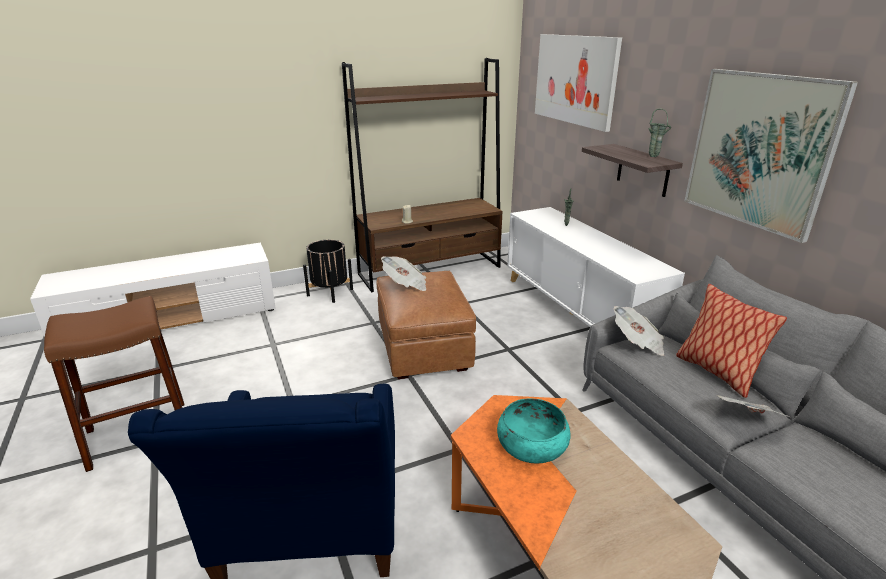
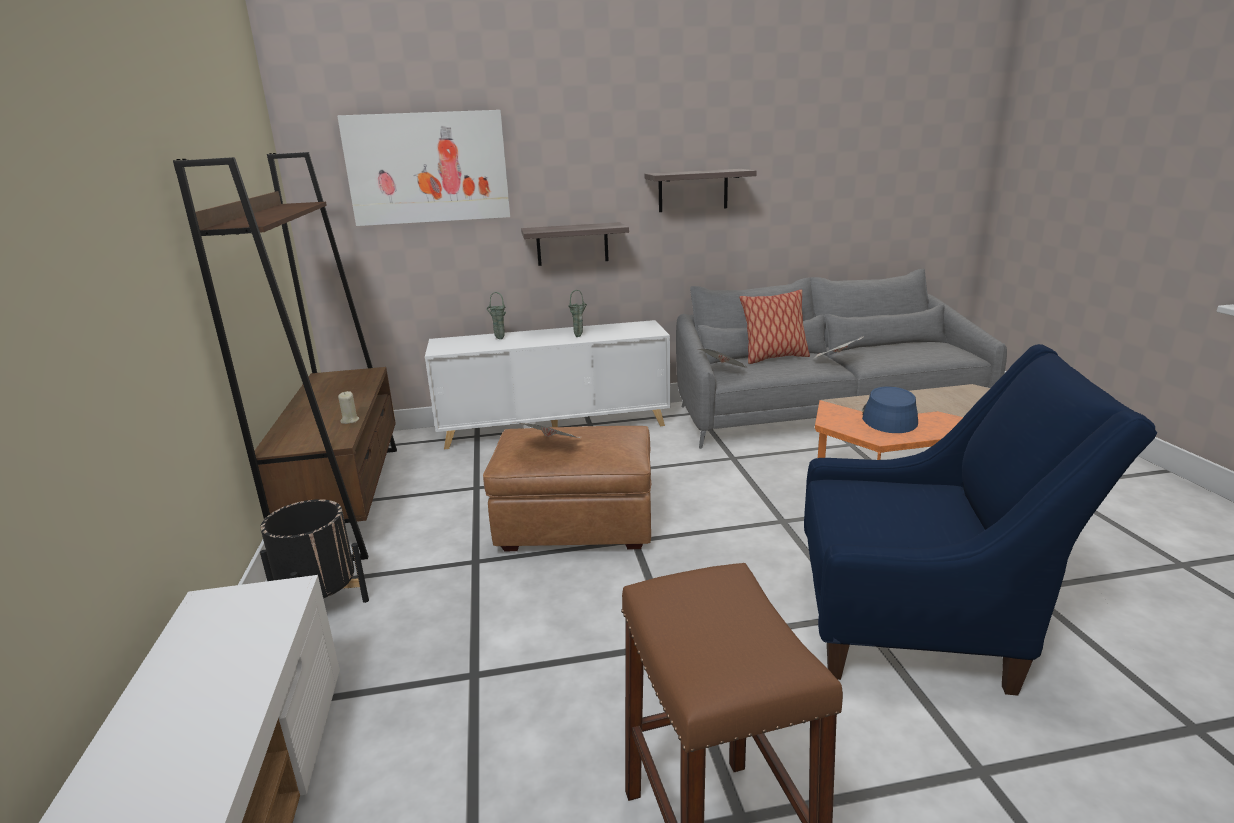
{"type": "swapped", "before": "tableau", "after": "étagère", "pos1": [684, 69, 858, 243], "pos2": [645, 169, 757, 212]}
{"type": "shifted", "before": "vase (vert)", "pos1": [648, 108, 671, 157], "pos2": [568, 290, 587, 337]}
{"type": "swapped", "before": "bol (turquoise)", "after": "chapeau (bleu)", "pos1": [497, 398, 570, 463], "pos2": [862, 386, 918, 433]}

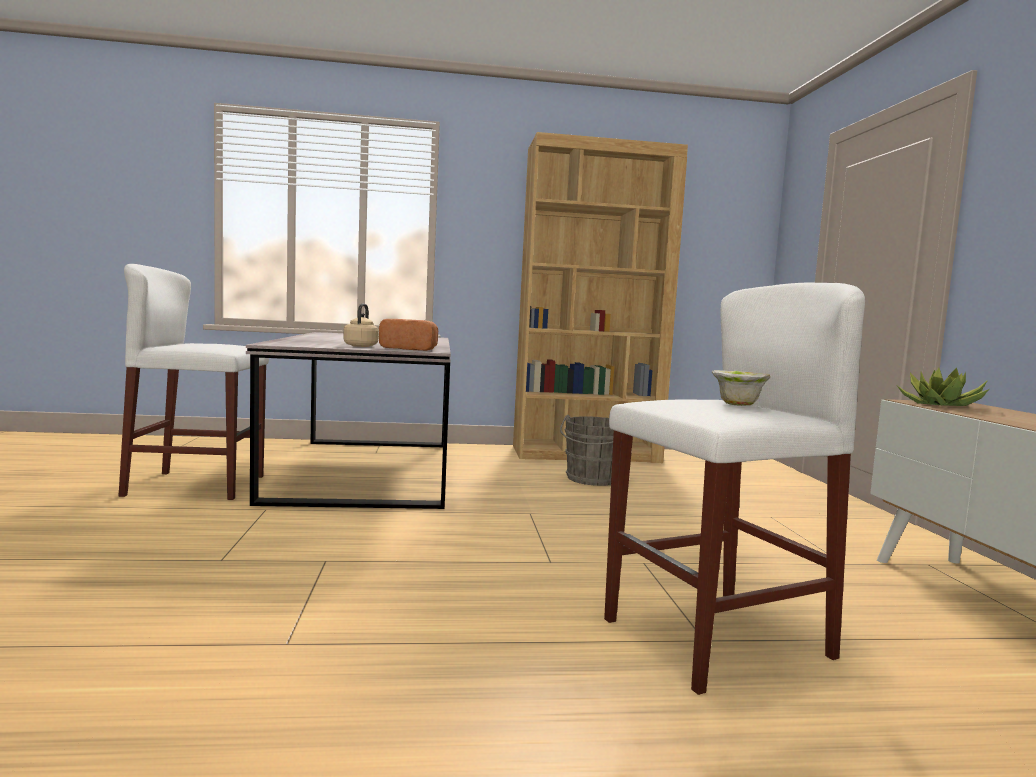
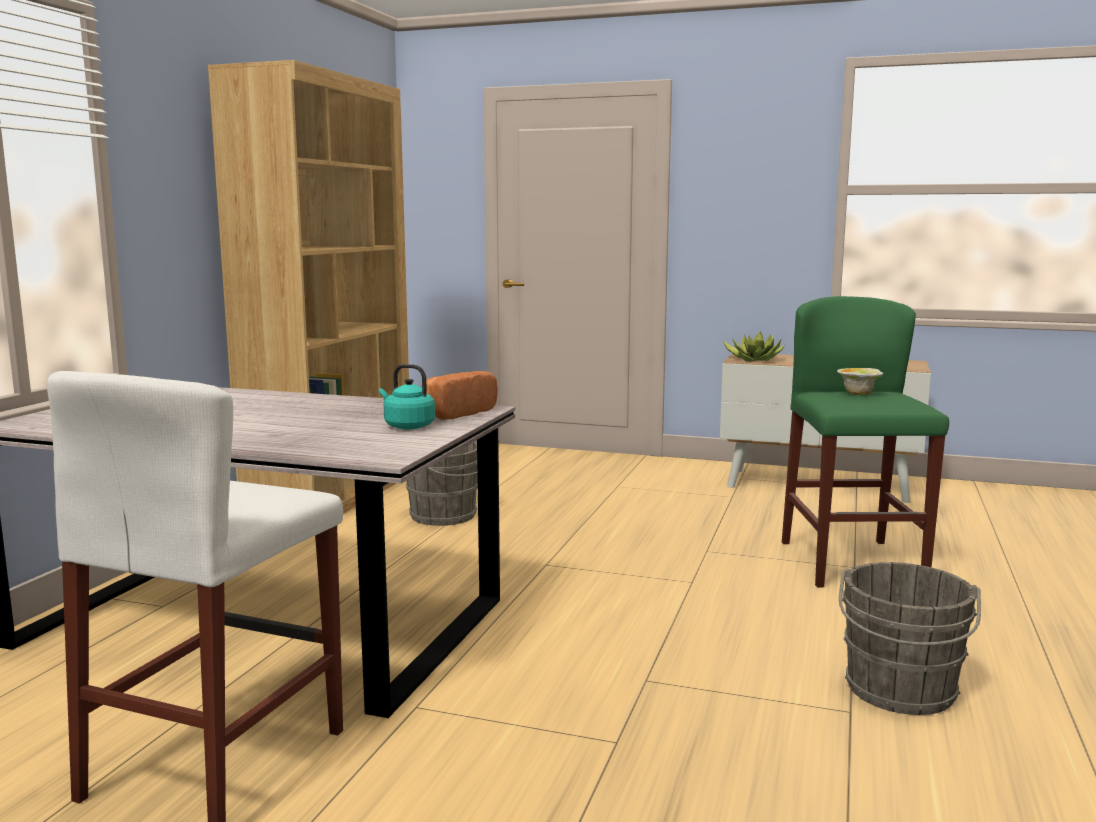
{"type": "repainted", "before": "tabouret (blanc)", "after": "tabouret (vert)", "pos1": [604, 283, 865, 695], "pos2": [782, 296, 949, 588]}
{"type": "repainted", "before": "bouilloire (beige)", "after": "bouilloire (turquoise)", "pos1": [343, 304, 379, 347], "pos2": [379, 364, 435, 429]}
{"type": "new", "after": "seau (gris)", "pos2": [839, 562, 981, 715]}

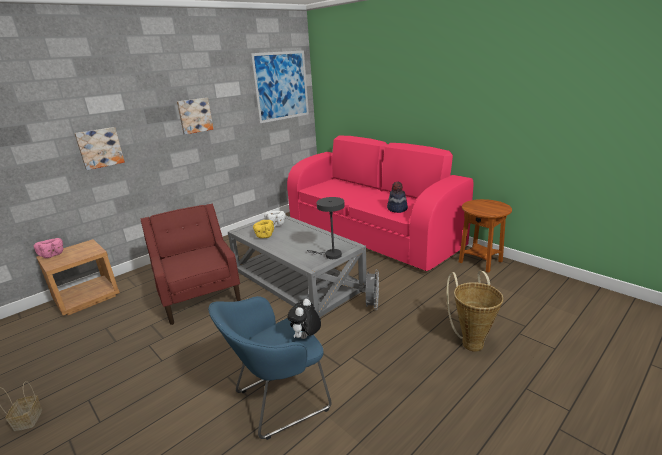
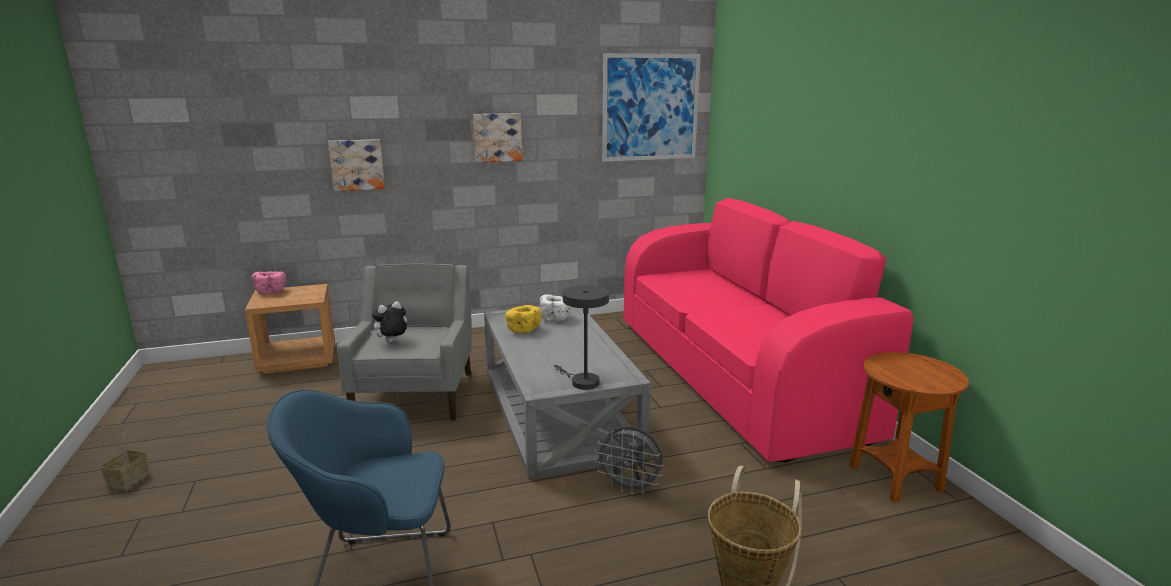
{"type": "gone", "before": "chapeau", "pos1": [387, 182, 408, 213]}
{"type": "repainted", "before": "fauteuil (rouge)", "after": "fauteuil (gris)", "pos1": [140, 204, 241, 325], "pos2": [337, 264, 472, 421]}
{"type": "rotated", "before": "ventilateur (gris)", "pos1": [359, 269, 379, 308], "pos2": [594, 427, 663, 495], "turn": 75}
{"type": "shifted", "before": "peluche", "pos1": [287, 299, 321, 339], "pos2": [370, 301, 407, 343]}

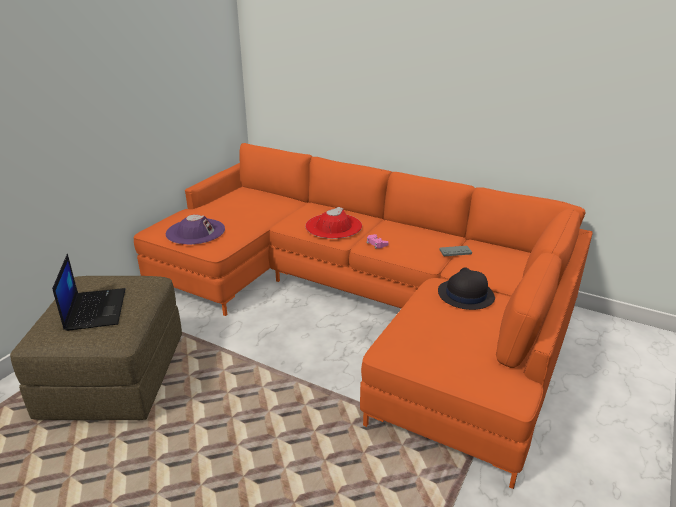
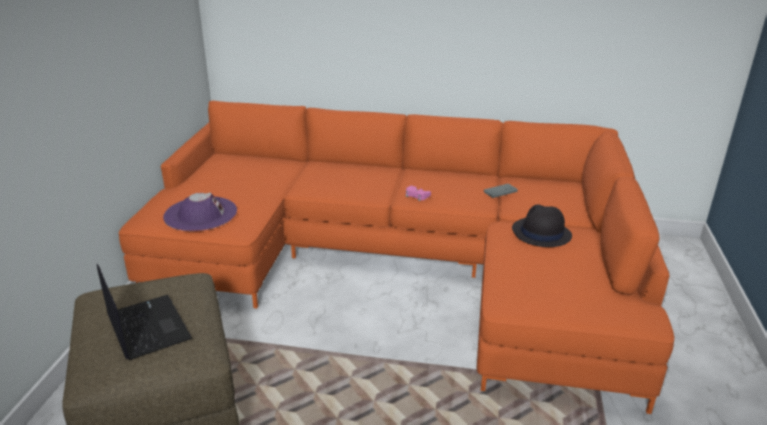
{"type": "gone", "before": "chapeau (rouge)", "pos1": [305, 207, 362, 239]}

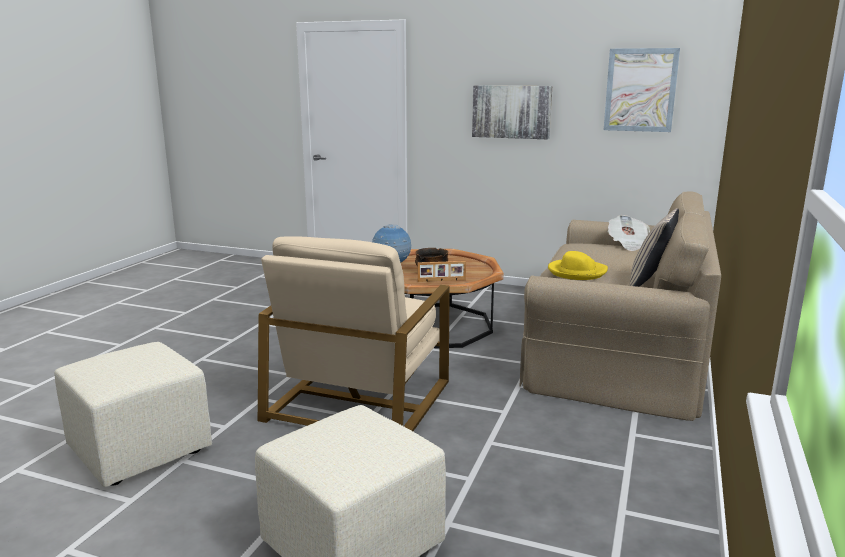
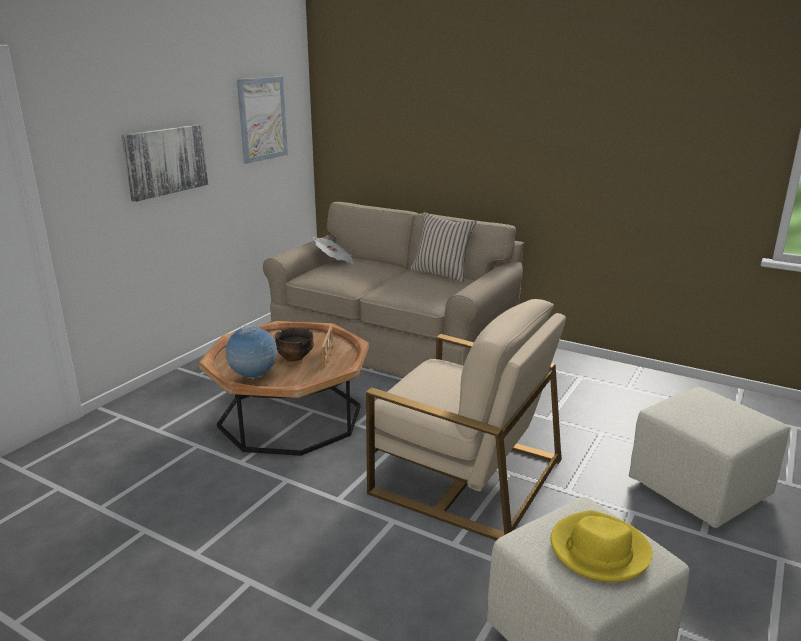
{"type": "shifted", "before": "chapeau (jaune)", "pos1": [548, 251, 608, 280], "pos2": [551, 510, 653, 582]}

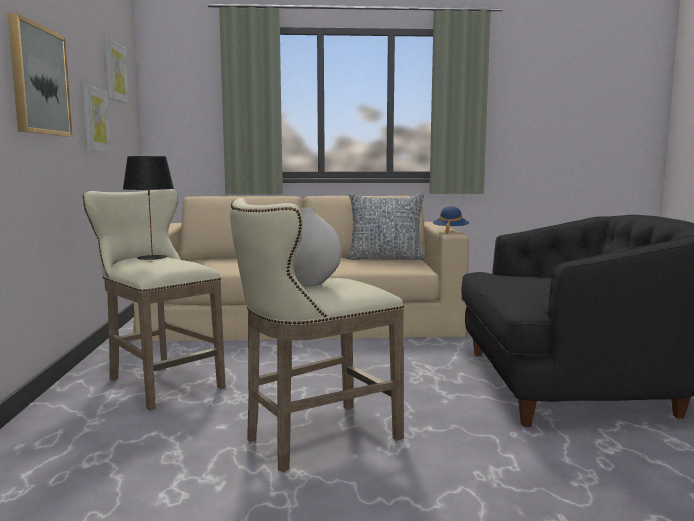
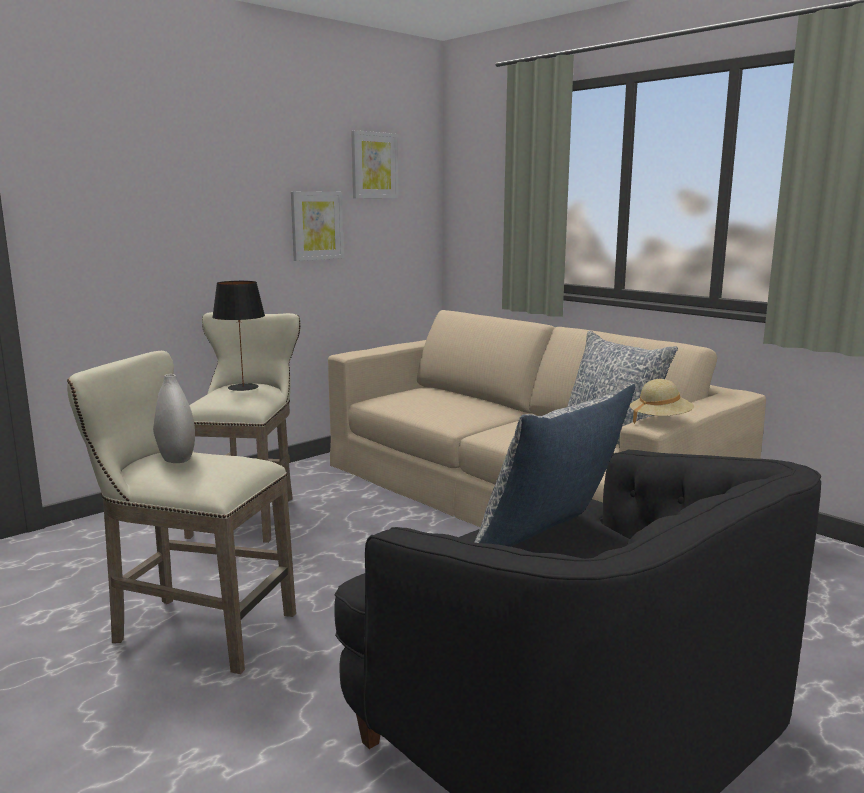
{"type": "gone", "before": "tableau", "pos1": [8, 13, 72, 137]}
{"type": "repainted", "before": "chapeau (bleu)", "after": "chapeau (beige)", "pos1": [433, 206, 469, 234], "pos2": [630, 379, 694, 424]}
{"type": "new", "after": "coussin", "pos2": [474, 383, 635, 547]}

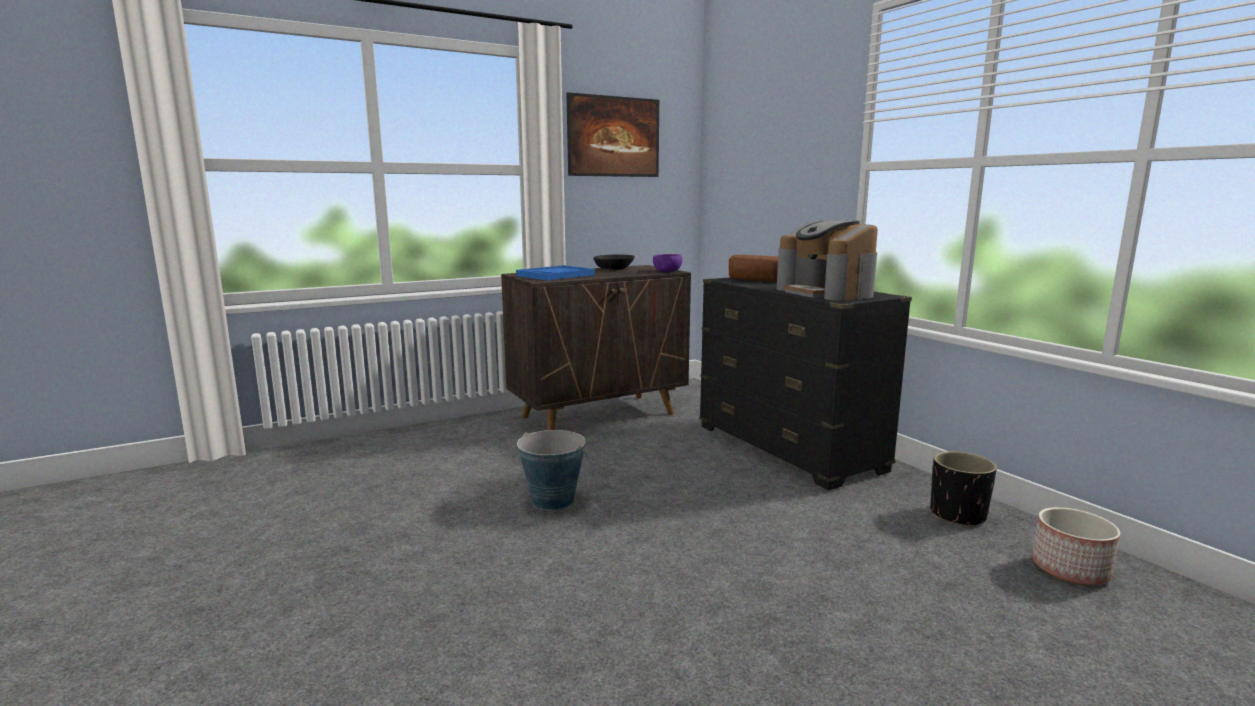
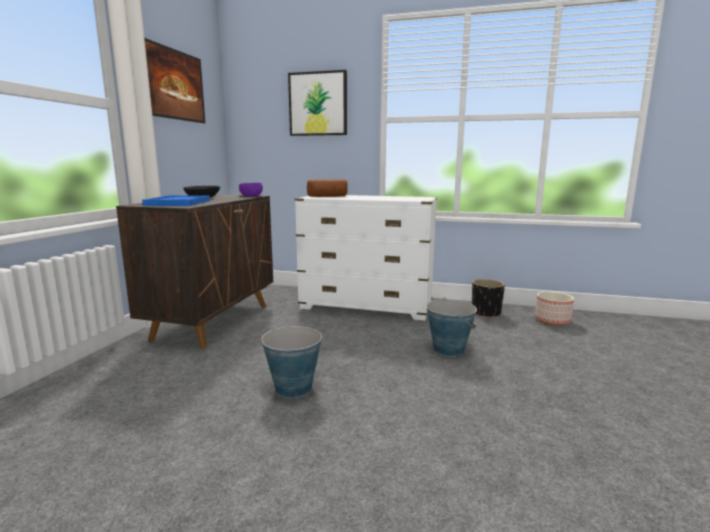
{"type": "gone", "before": "machine à café", "pos1": [777, 220, 878, 301]}
{"type": "repainted", "before": "commode (noir)", "after": "commode (blanc)", "pos1": [699, 277, 912, 491], "pos2": [295, 195, 437, 321]}
{"type": "new", "after": "tableau", "pos2": [288, 70, 347, 136]}
{"type": "new", "after": "seau", "pos2": [426, 298, 477, 357]}

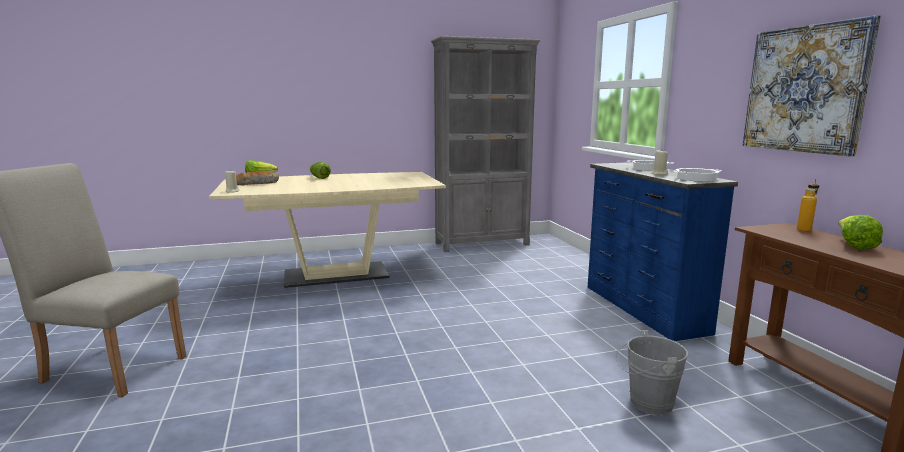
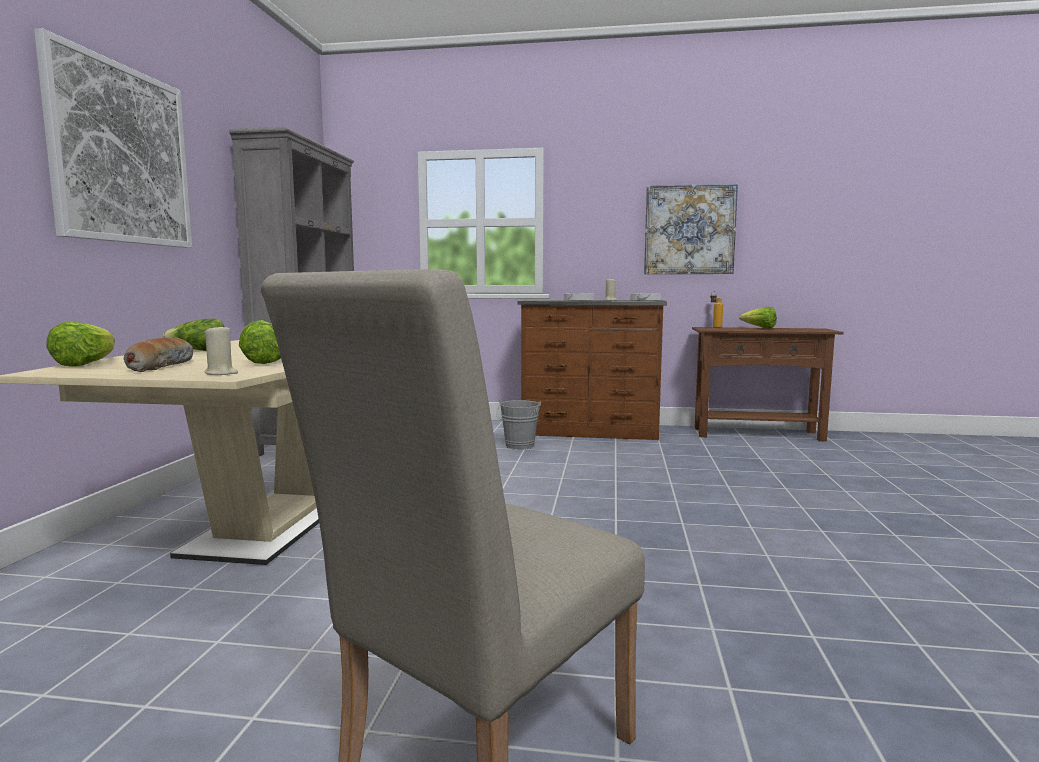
{"type": "repainted", "before": "commode (bleu)", "after": "commode (marron)", "pos1": [588, 162, 738, 341], "pos2": [518, 300, 667, 440]}
{"type": "shifted", "before": "seau (gris)", "pos1": [615, 330, 688, 415], "pos2": [496, 398, 541, 450]}
{"type": "new", "after": "tableau", "pos2": [34, 28, 192, 248]}
{"type": "new", "after": "laitue", "pos2": [239, 320, 281, 364]}

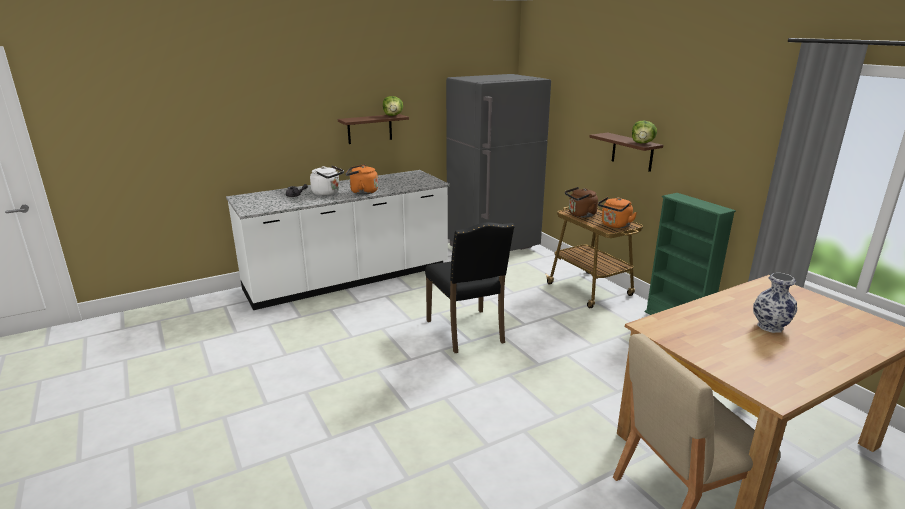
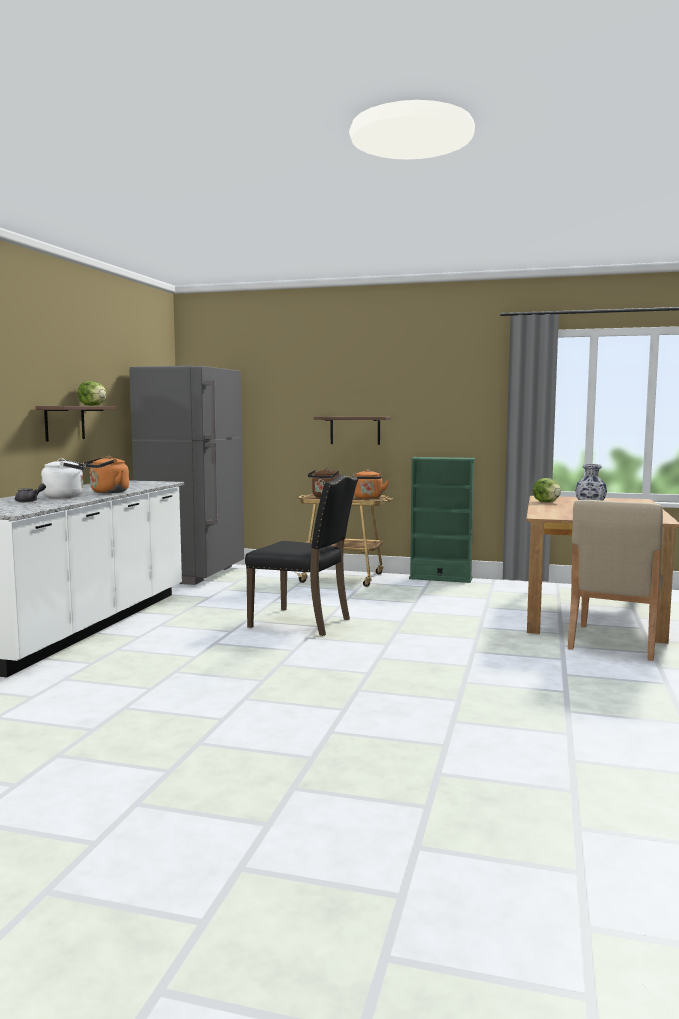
{"type": "shifted", "before": "laitue", "pos1": [632, 121, 657, 143], "pos2": [533, 478, 561, 502]}

